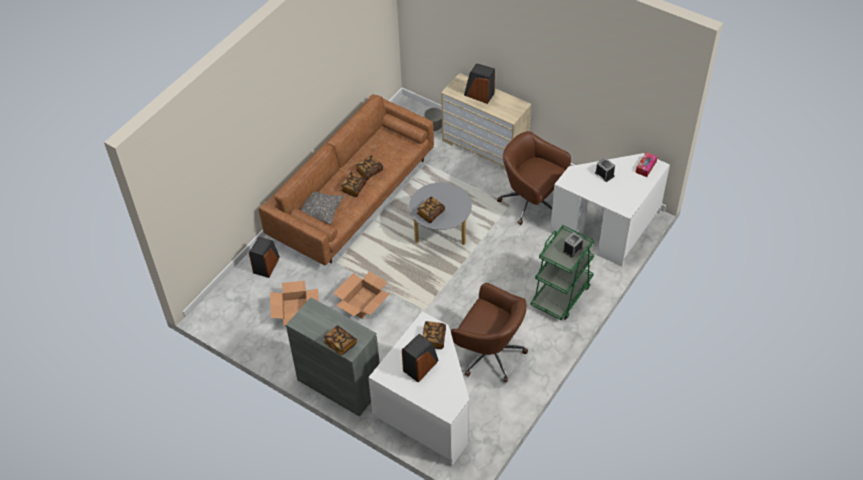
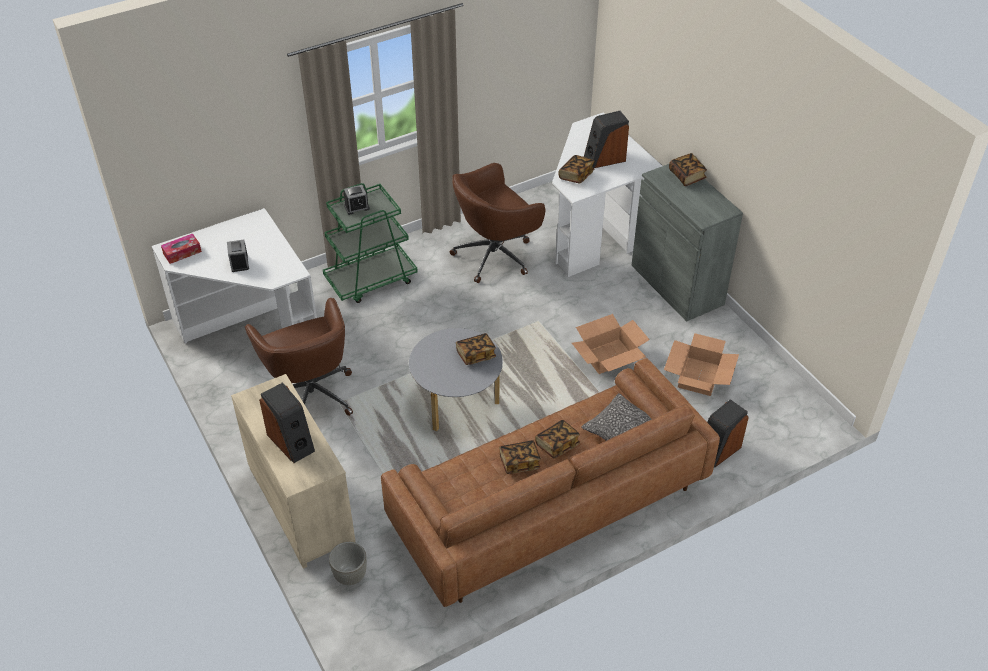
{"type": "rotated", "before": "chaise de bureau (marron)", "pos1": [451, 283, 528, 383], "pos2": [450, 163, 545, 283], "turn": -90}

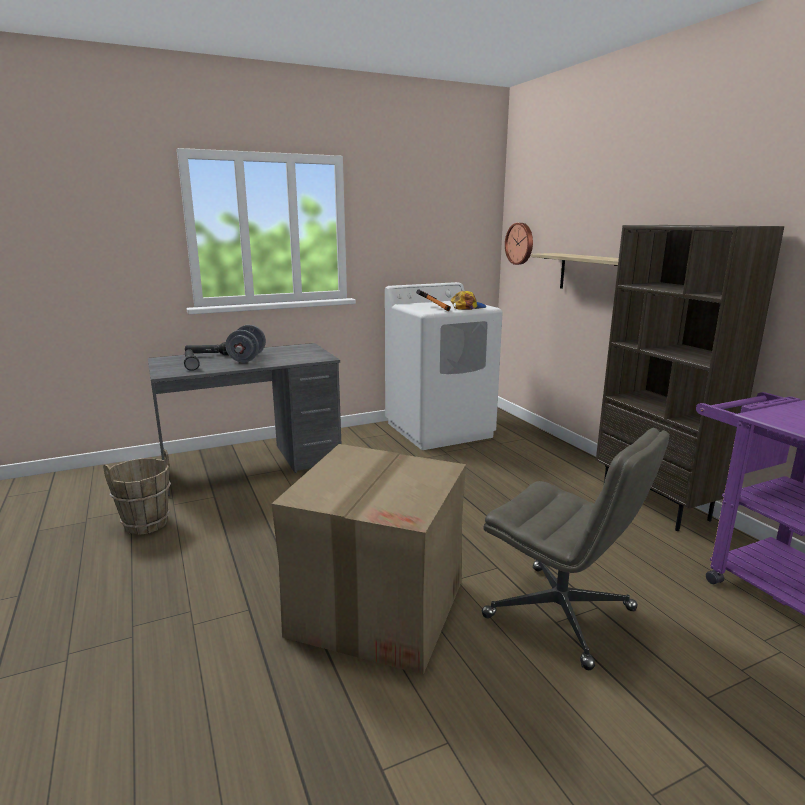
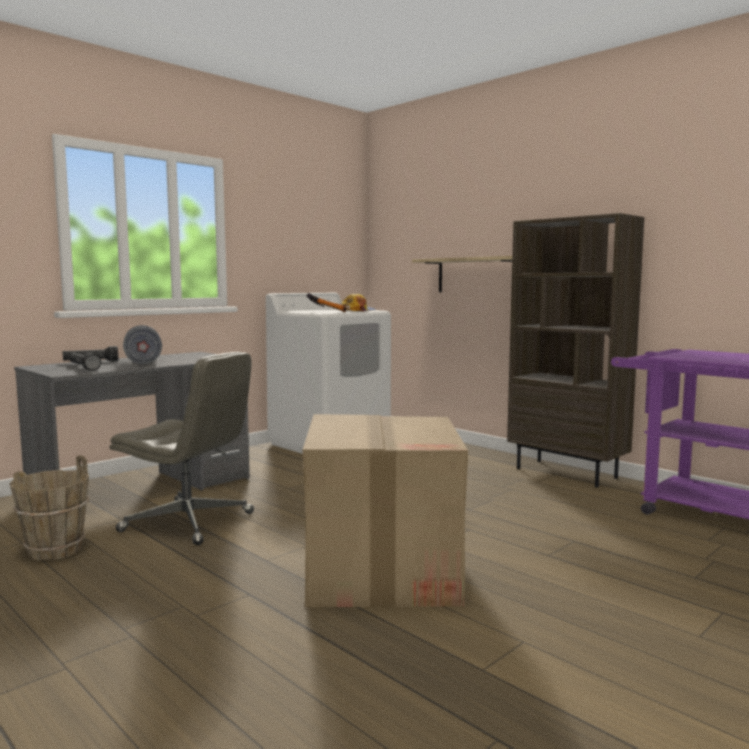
{"type": "gone", "before": "horloge murale", "pos1": [505, 223, 533, 265]}
{"type": "shifted", "before": "chaise de bureau (gris)", "pos1": [481, 428, 669, 670], "pos2": [110, 352, 254, 545]}

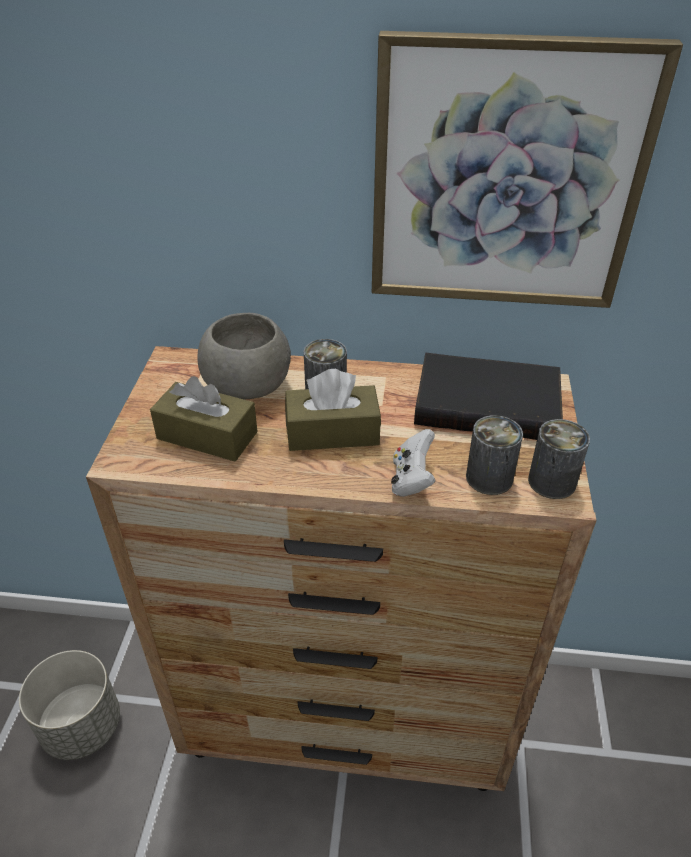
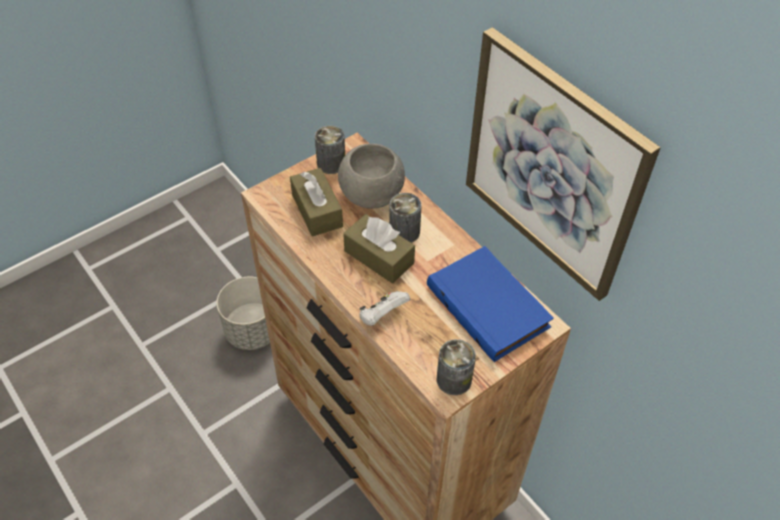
{"type": "repainted", "before": "livre (noir)", "after": "livre (bleu)", "pos1": [414, 352, 563, 440], "pos2": [427, 246, 554, 362]}
{"type": "shifted", "before": "boîte métallique", "pos1": [466, 415, 523, 495], "pos2": [315, 125, 345, 174]}

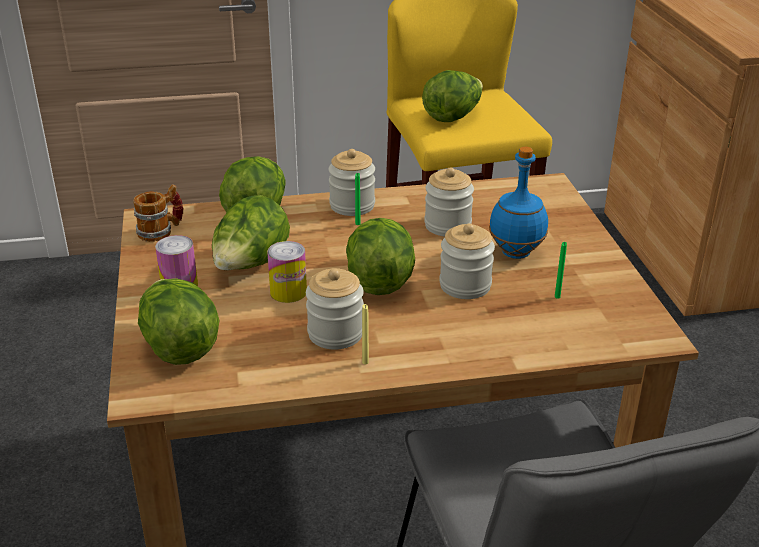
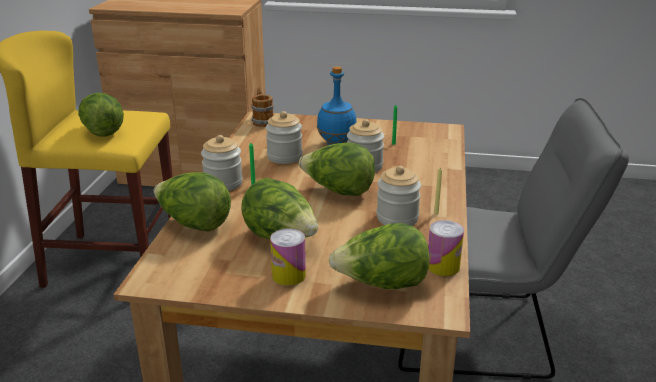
{"type": "shifted", "before": "mug", "pos1": [133, 184, 183, 242], "pos2": [252, 87, 274, 127]}
{"type": "shifted", "before": "boîte métallique", "pos1": [267, 241, 307, 303], "pos2": [428, 220, 464, 276]}

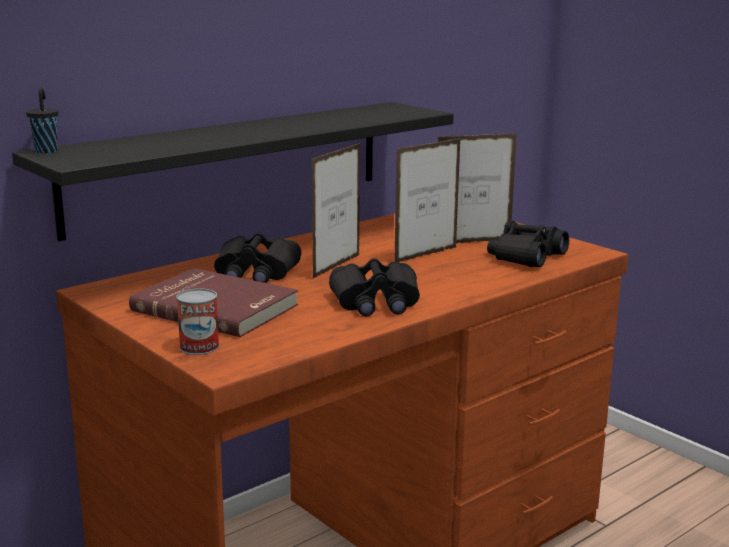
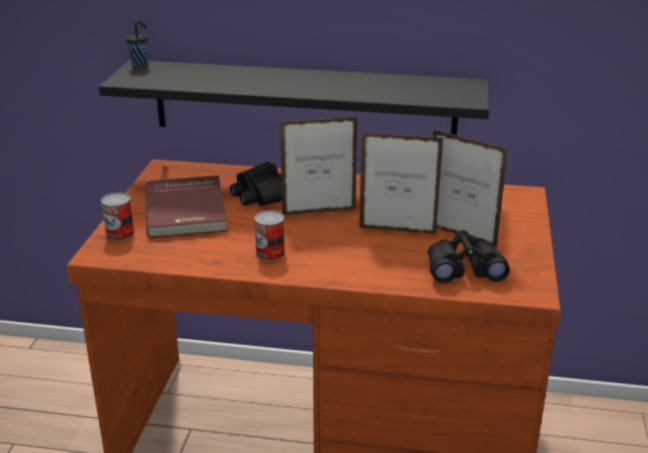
{"type": "swapped", "before": "jumelles (noir)", "after": "boîte métallique", "pos1": [329, 258, 420, 316], "pos2": [254, 210, 285, 261]}

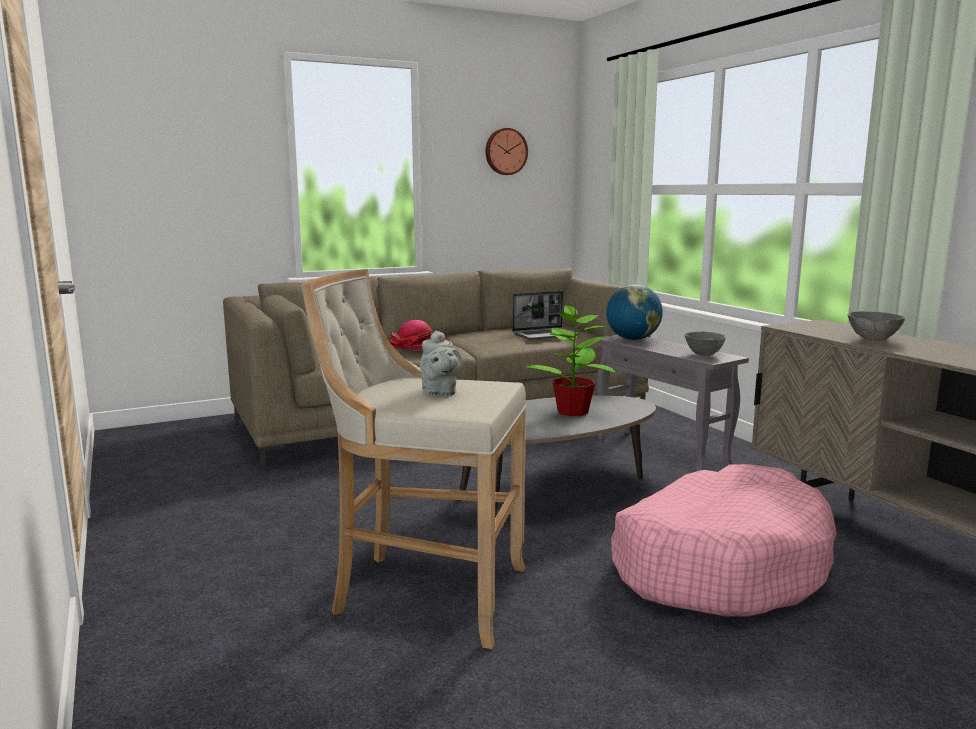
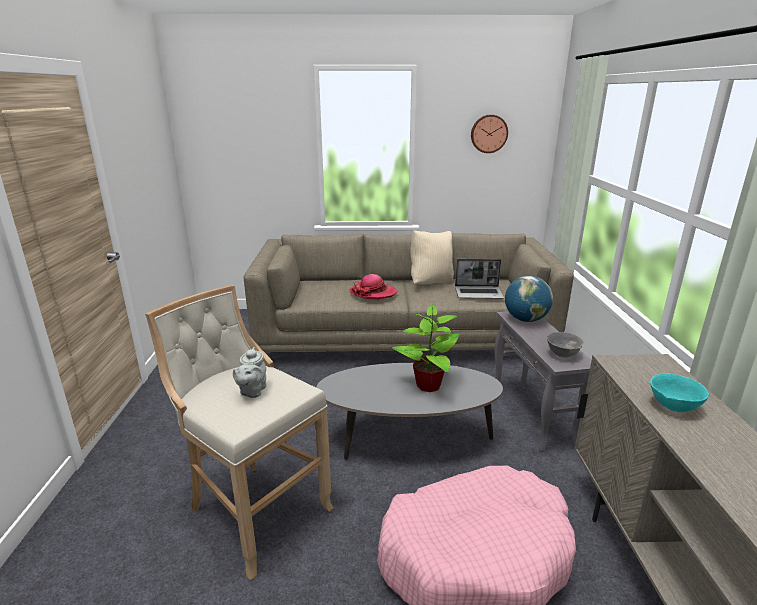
{"type": "repainted", "before": "bol (gris)", "after": "bol (turquoise)", "pos1": [847, 311, 905, 341], "pos2": [650, 373, 709, 412]}
{"type": "new", "after": "coussin (beige)", "pos2": [410, 230, 454, 285]}

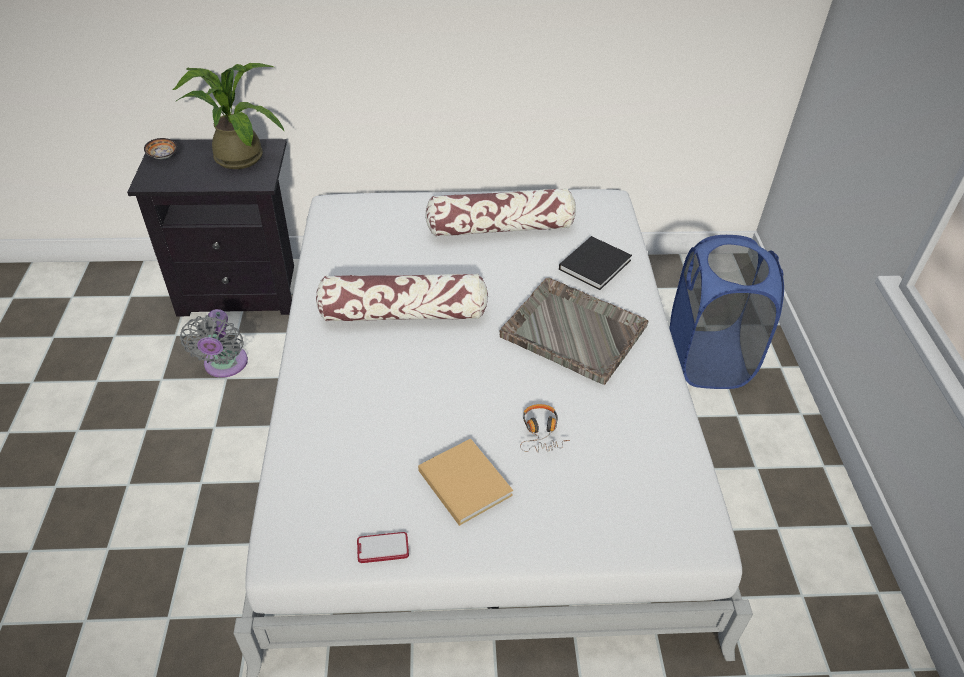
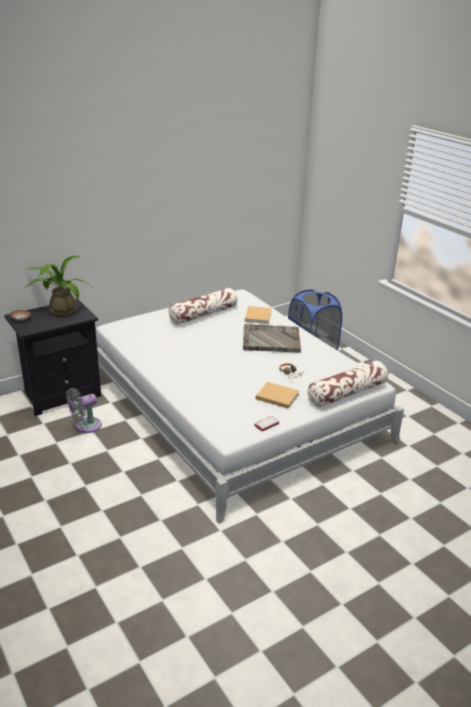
{"type": "repainted", "before": "livre (noir)", "after": "livre (beige)", "pos1": [559, 236, 632, 290], "pos2": [245, 306, 272, 324]}
{"type": "shifted", "before": "coussin", "pos1": [316, 273, 488, 322], "pos2": [308, 361, 388, 407]}
{"type": "rotated", "before": "ventilateur (gris)", "pos1": [180, 309, 248, 378], "pos2": [66, 388, 102, 433], "turn": 90}

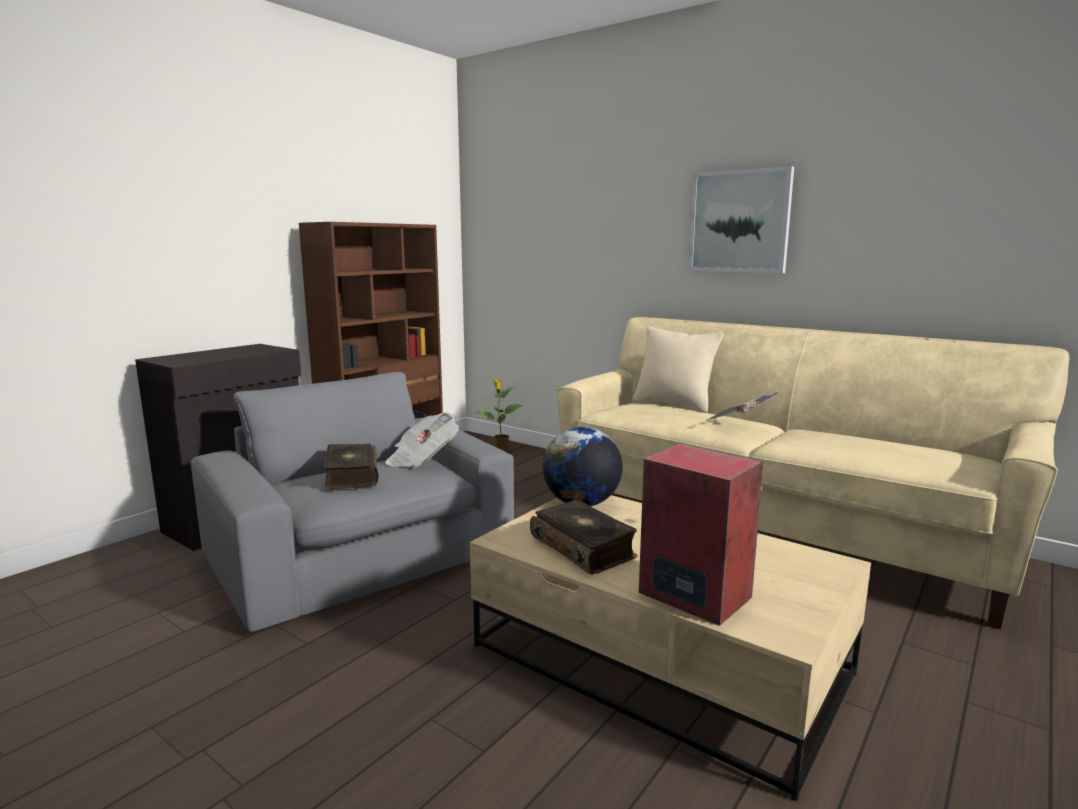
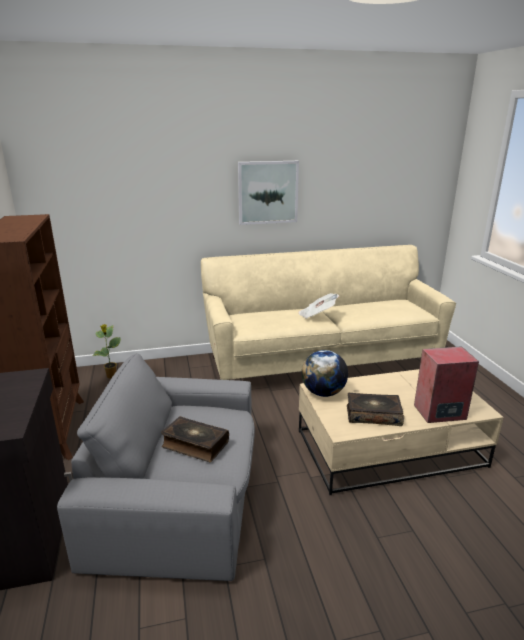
{"type": "gone", "before": "coussin (beige)", "pos1": [633, 326, 723, 413]}
{"type": "gone", "before": "journal", "pos1": [385, 412, 459, 467]}

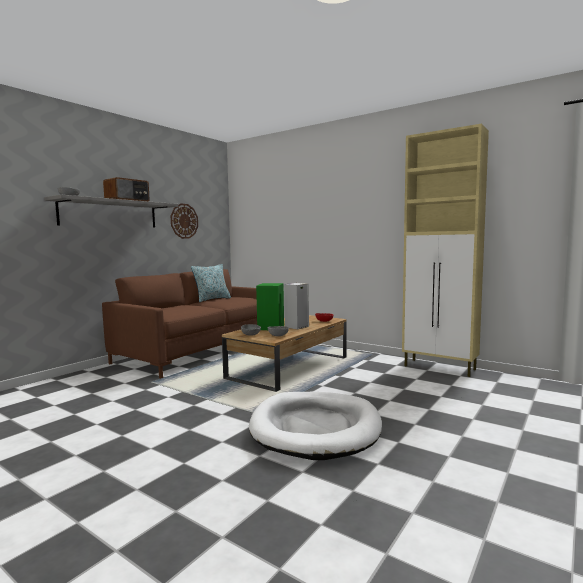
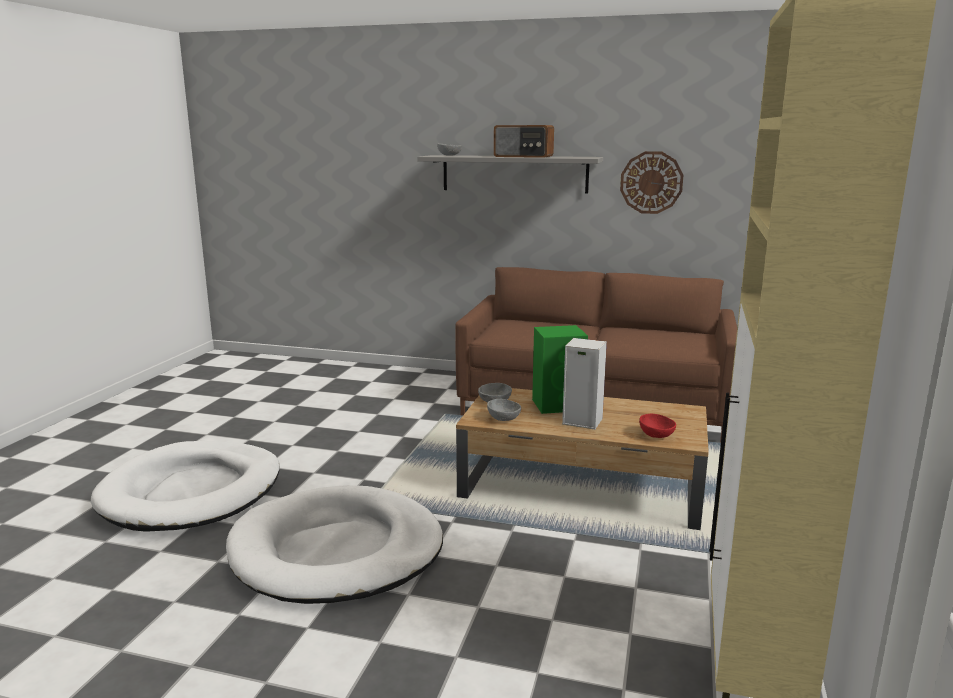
{"type": "gone", "before": "coussin", "pos1": [191, 264, 231, 302]}
{"type": "new", "after": "panier pour chien (blanc)", "pos2": [91, 441, 280, 532]}

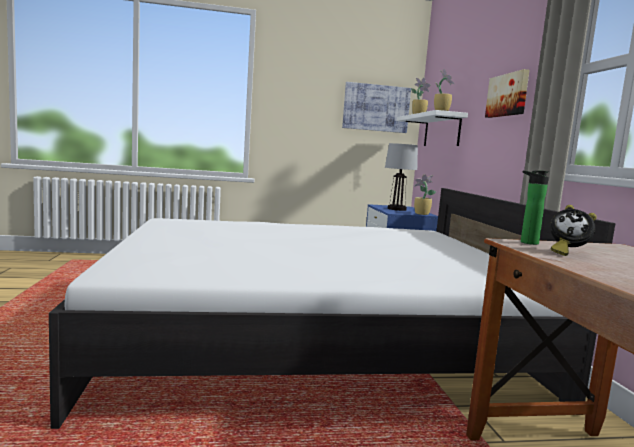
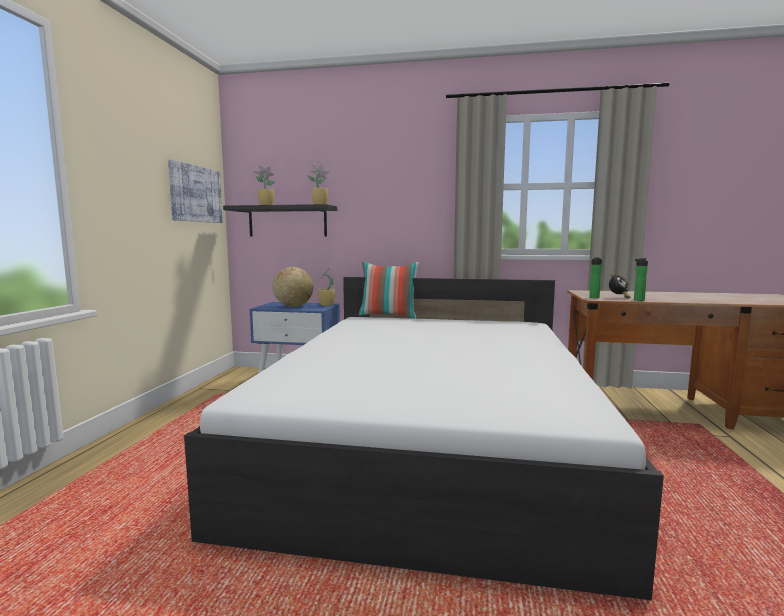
{"type": "gone", "before": "tableau", "pos1": [485, 69, 530, 118]}
{"type": "repainted", "before": "étagère (blanc)", "after": "étagère (noir)", "pos1": [397, 110, 468, 146], "pos2": [223, 204, 337, 237]}
{"type": "swapped", "before": "lampe de table", "after": "globe", "pos1": [385, 143, 418, 211], "pos2": [272, 267, 313, 307]}
{"type": "new", "after": "bouteille", "pos2": [634, 258, 648, 301]}
{"type": "new", "after": "coussin", "pos2": [358, 262, 419, 319]}

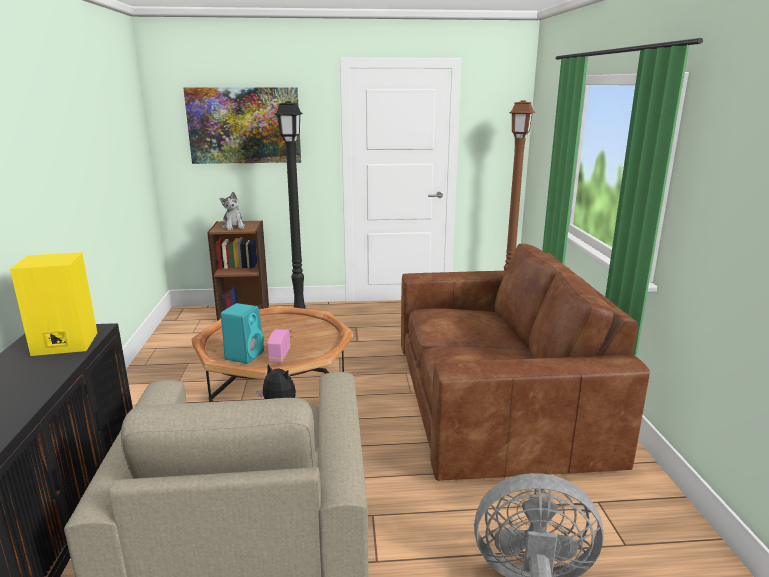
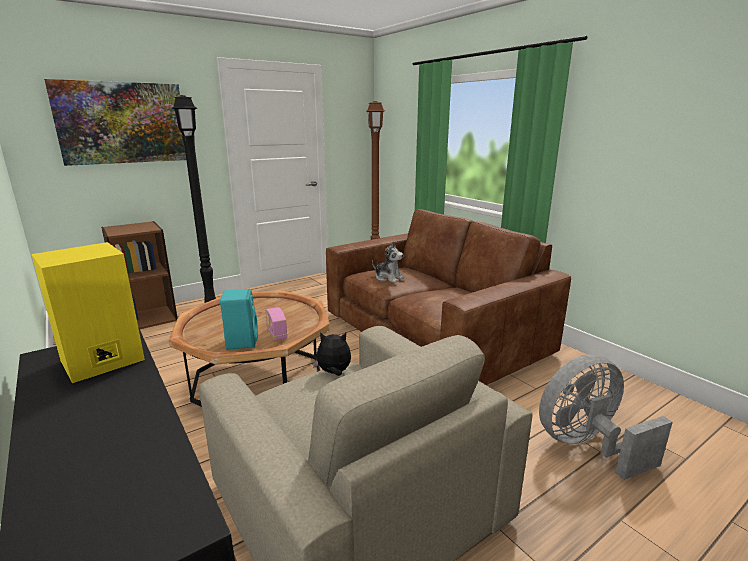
{"type": "shifted", "before": "peluche", "pos1": [220, 192, 245, 230], "pos2": [372, 241, 404, 283]}

